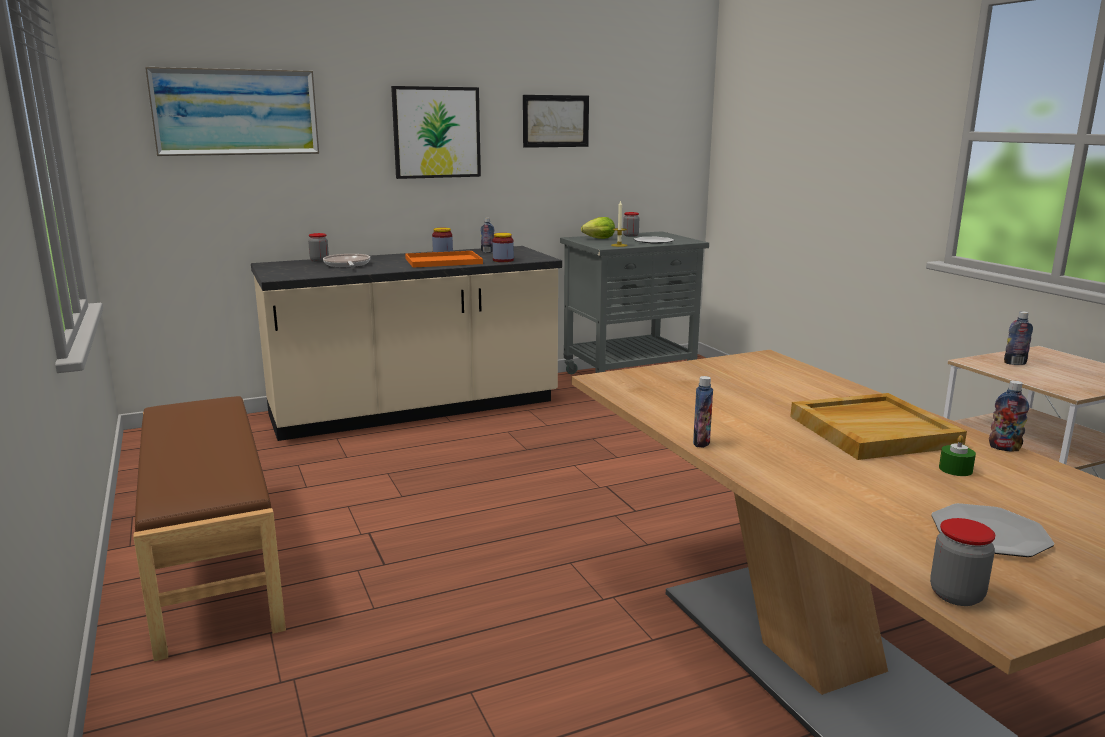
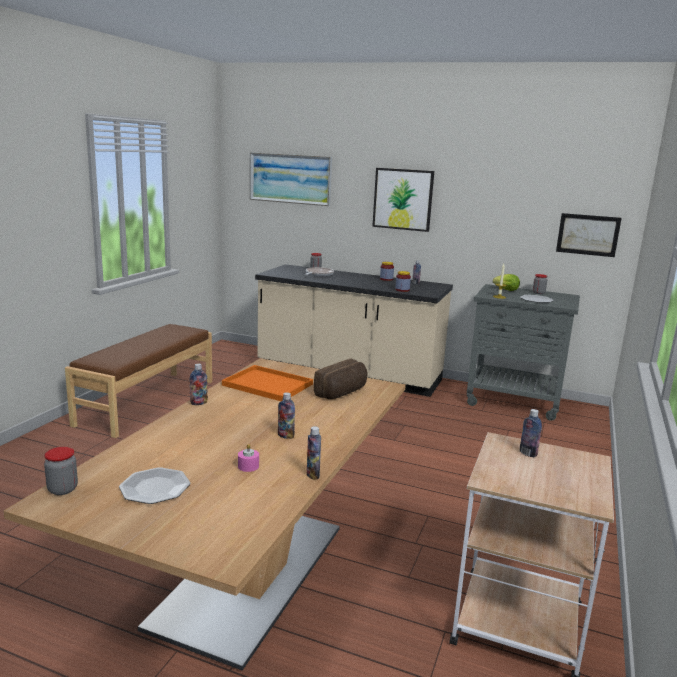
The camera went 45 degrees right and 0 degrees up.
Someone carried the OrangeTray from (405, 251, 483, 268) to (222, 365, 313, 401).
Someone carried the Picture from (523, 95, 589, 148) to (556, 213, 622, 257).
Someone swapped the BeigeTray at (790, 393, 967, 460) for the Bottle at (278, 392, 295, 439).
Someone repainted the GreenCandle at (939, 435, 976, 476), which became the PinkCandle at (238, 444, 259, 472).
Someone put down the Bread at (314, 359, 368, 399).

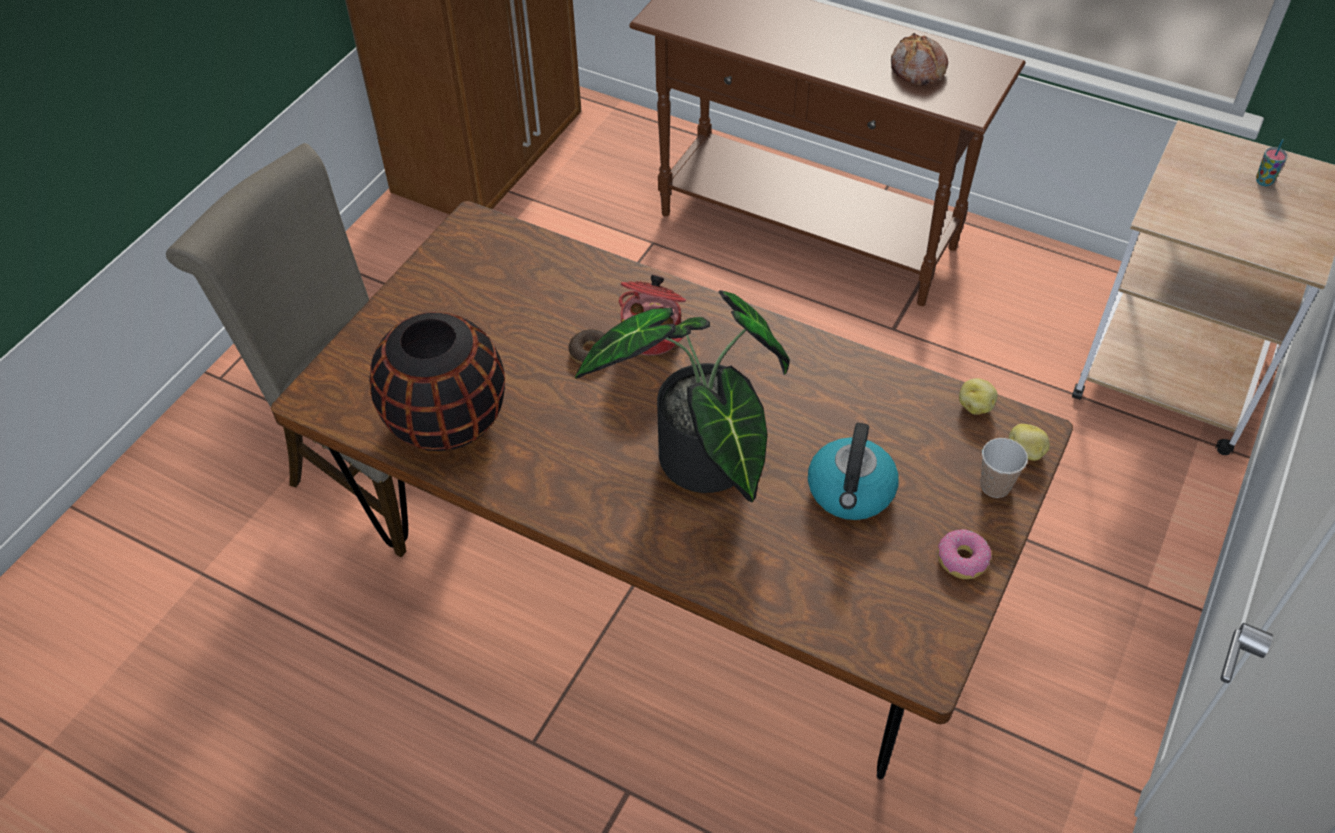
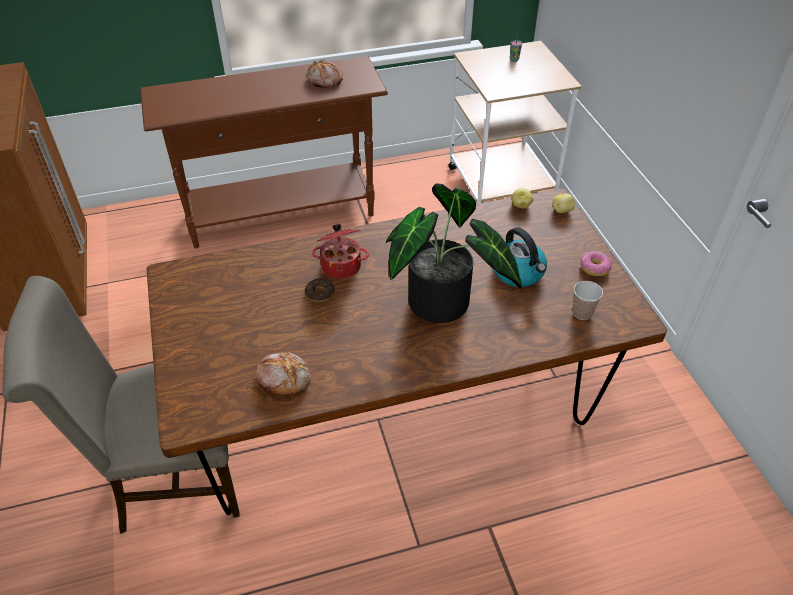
The camera went 45 degrees left and 5 degrees down.
Someone swapped the BlackVase at (370, 312, 505, 451) for the Bread at (256, 352, 310, 396).
Someone carried the Cup from (980, 438, 1028, 498) to (573, 281, 603, 320).

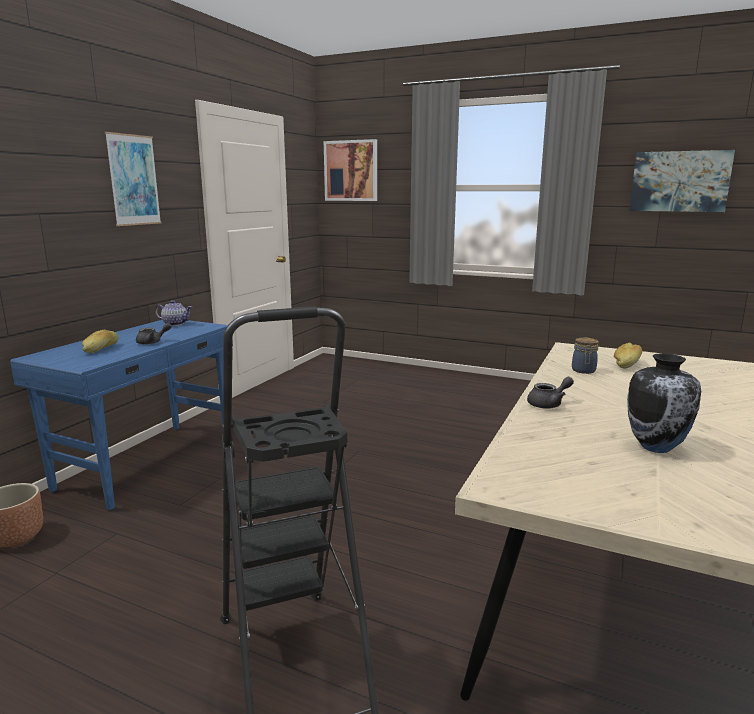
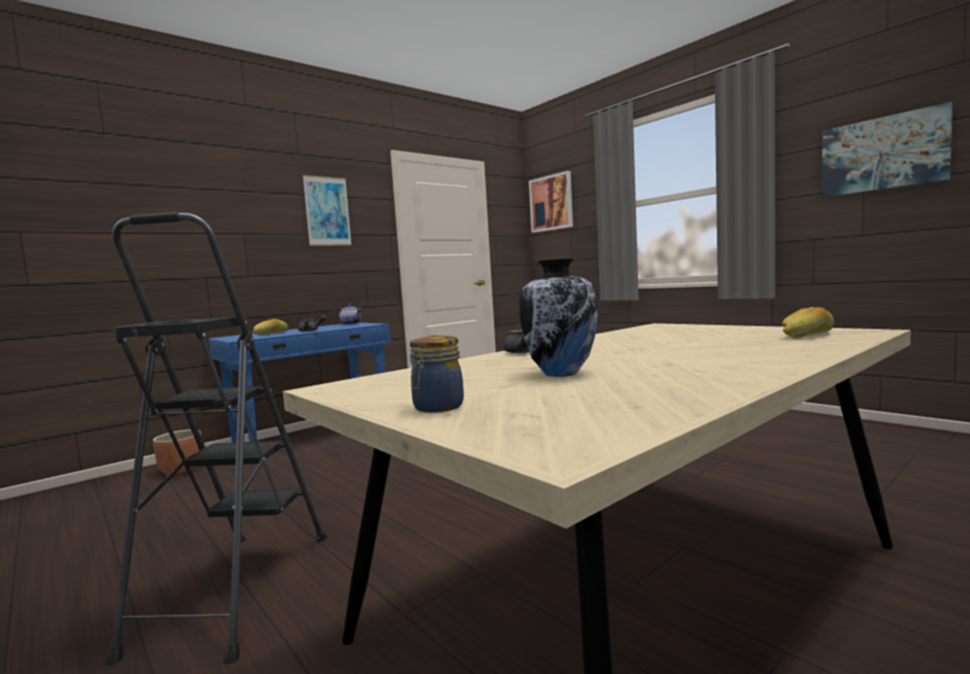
The camera went 25 degrees right and 10 degrees down.
Someone carried the Jar from (572, 337, 599, 374) to (410, 335, 464, 413).
Someone carried the Bread from (614, 342, 642, 368) to (782, 307, 834, 338).

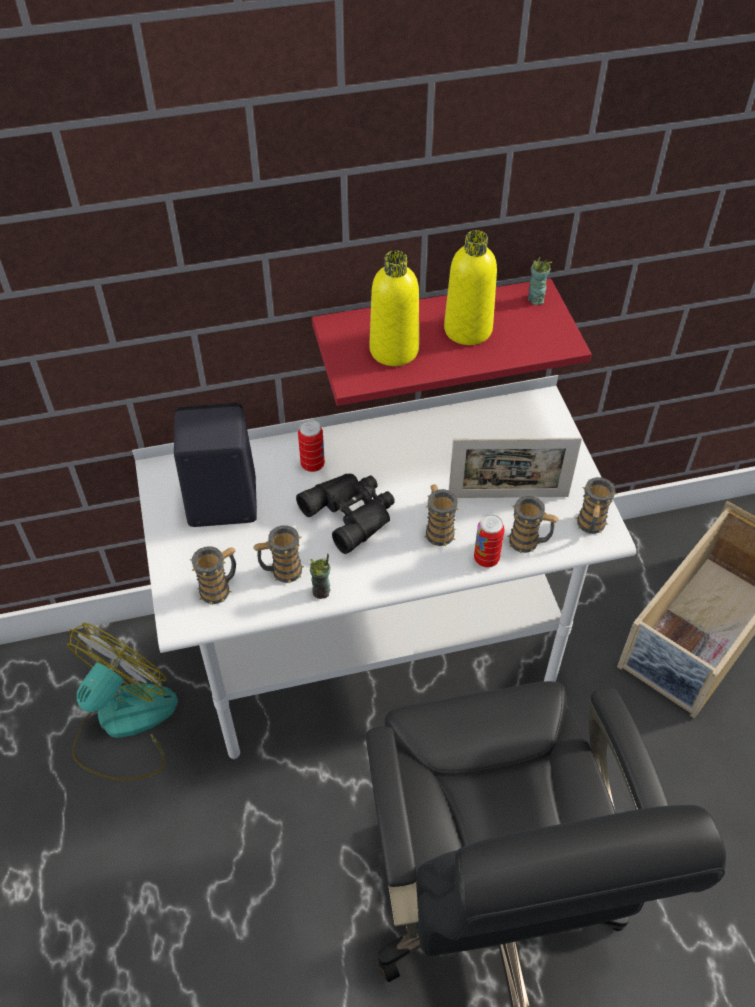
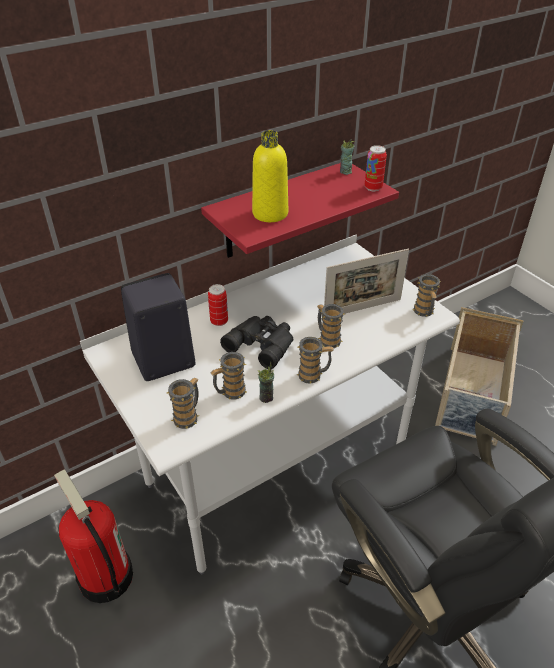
The camera went 20 degrees left and 10 degrees down.
Someone swapped the Fan at (67, 623, 178, 781) for the FireExtinguisher at (54, 469, 133, 603).
Someone took away the YellowBottle at (444, 230, 497, 345).
Someone carried the Can from (474, 514, 504, 568) to (365, 145, 387, 192).
Someone carried the Mug from (508, 496, 558, 553) to (297, 337, 334, 384).

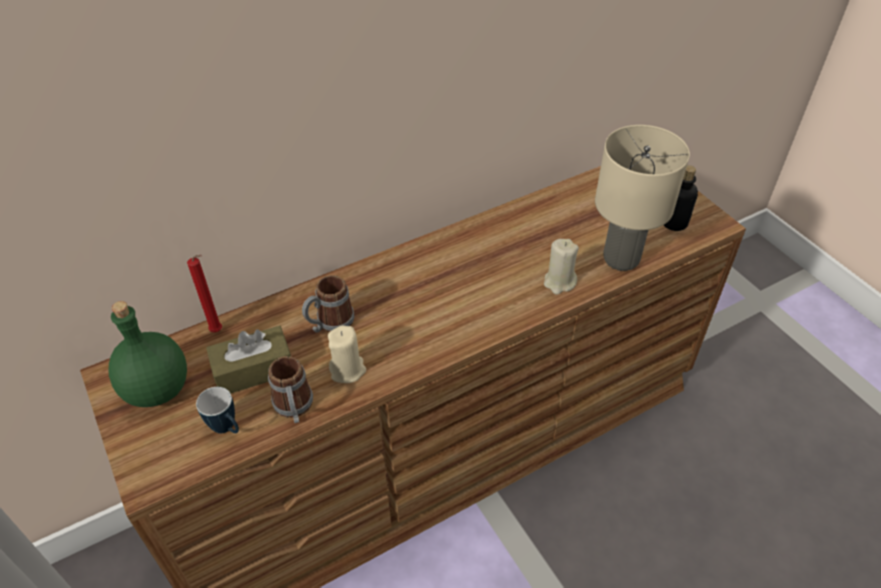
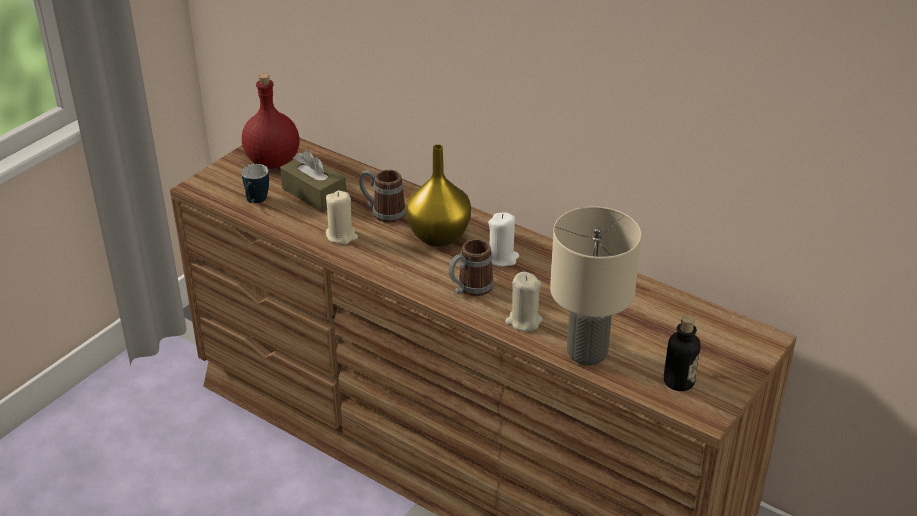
The camera went 65 degrees right and 10 degrees down.
Someone repainted the GreenBottle at (109, 301, 187, 407), which became the RedBottle at (242, 73, 299, 169).
Someone took away the RedCandle at (187, 255, 222, 332).
Someone carried the Mug from (268, 356, 313, 423) to (449, 239, 494, 296).
Someone put down the YellowVase at (406, 144, 471, 247).
Someone put down the WhiteCandle at (488, 213, 519, 267).

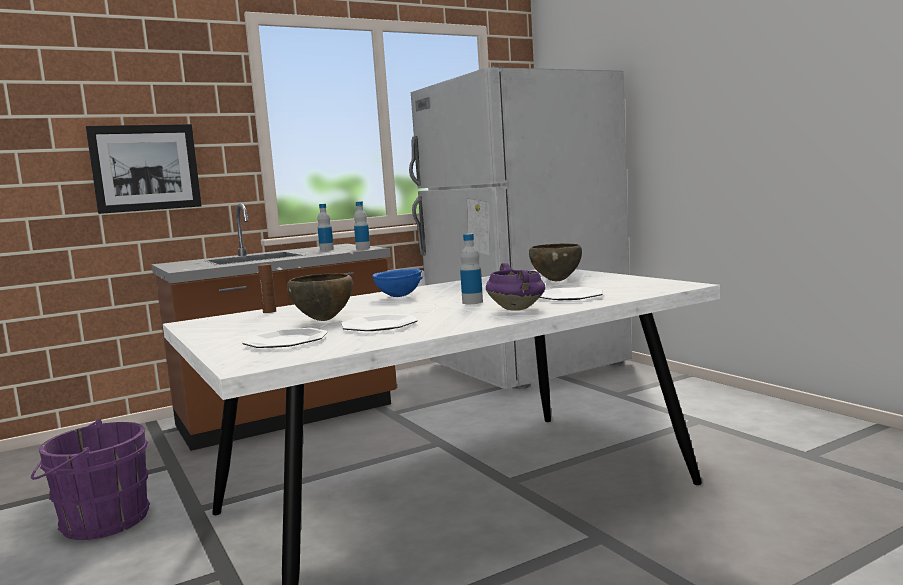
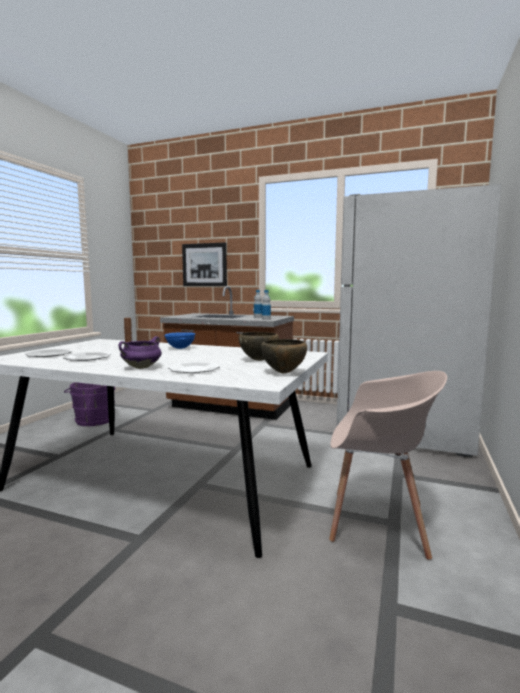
The camera went 50 degrees right and 0 degrees up.
Someone carried the BrownBowl from (287, 273, 353, 321) to (261, 339, 307, 373).
Someone took away the Bottle at (460, 234, 483, 304).
Someone put down the BeigeChair at (329, 371, 447, 560).

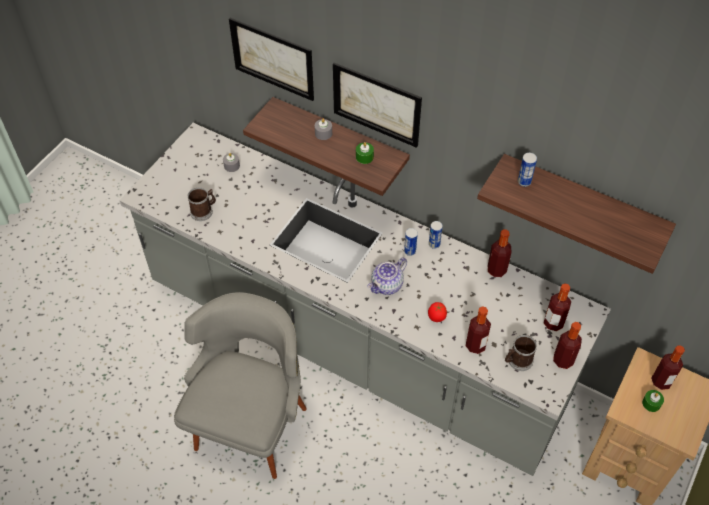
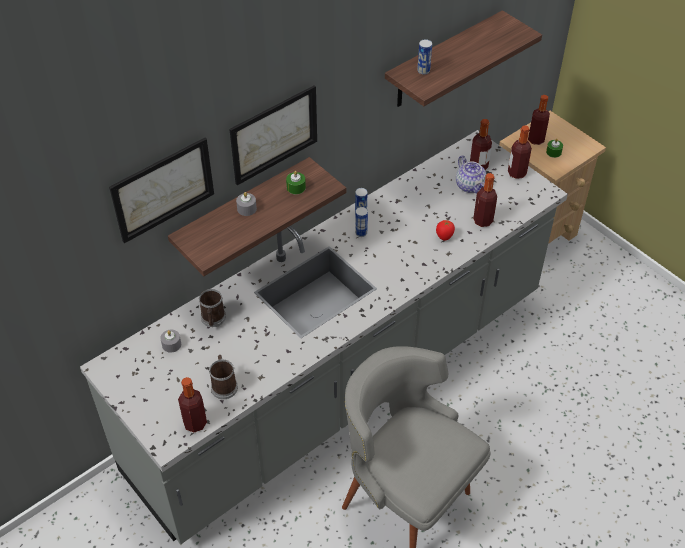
The camera went 70 degrees left and 5 degrees down.
Someone carried the Teapot from (367, 258, 407, 295) to (456, 155, 487, 194).
Someone carried the Bottle from (488, 229, 511, 277) to (178, 377, 207, 432).
Someone carried the Mug from (505, 335, 537, 371) to (199, 289, 226, 327).

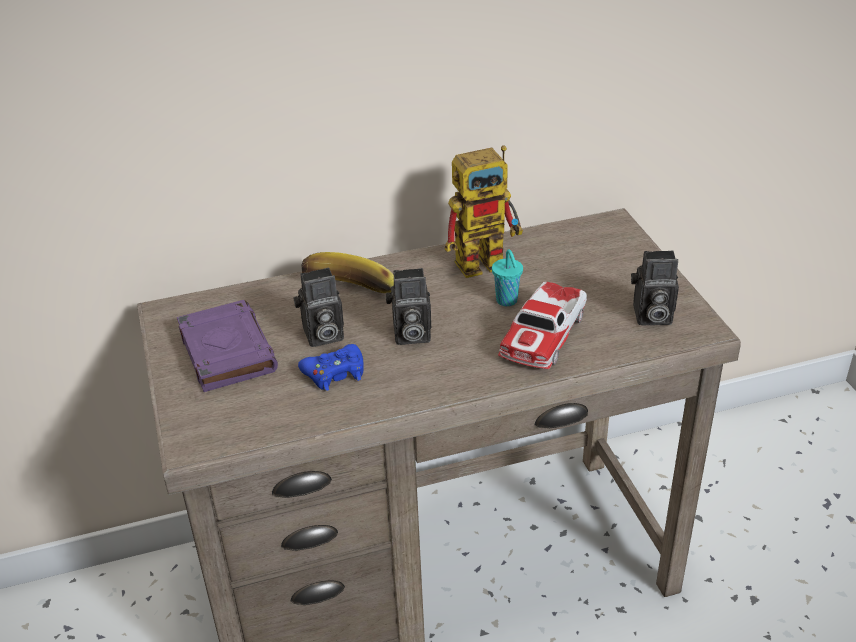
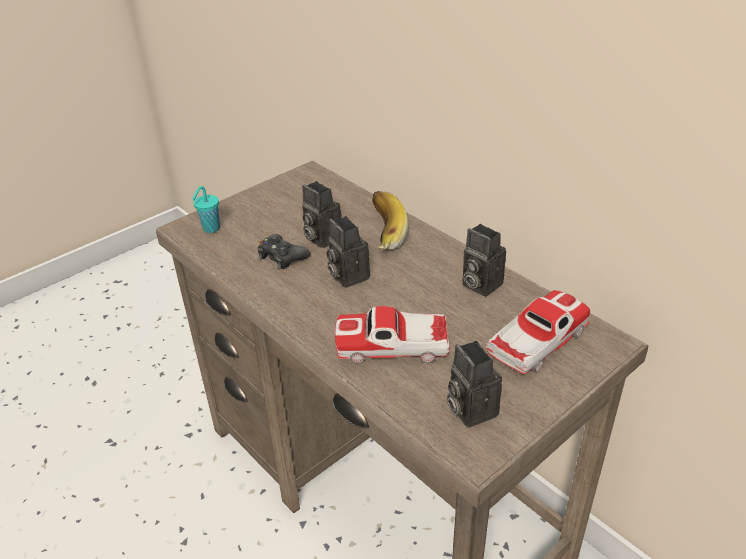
The camera went 65 degrees right and 0 degrees up.
Someone took away the PurpleBook at (177, 300, 278, 392).
Someone repainted the BlueGameController at (298, 344, 364, 391), which became the BlackGameController at (257, 234, 311, 270).
Someone swapped the ToyRobot at (445, 145, 523, 278) for the PhotoCamera at (463, 224, 506, 297).
Someone carried the TurquoiseCup from (492, 249, 523, 306) to (192, 186, 220, 233).
Someone put down the ToyCar at (486, 290, 590, 374).

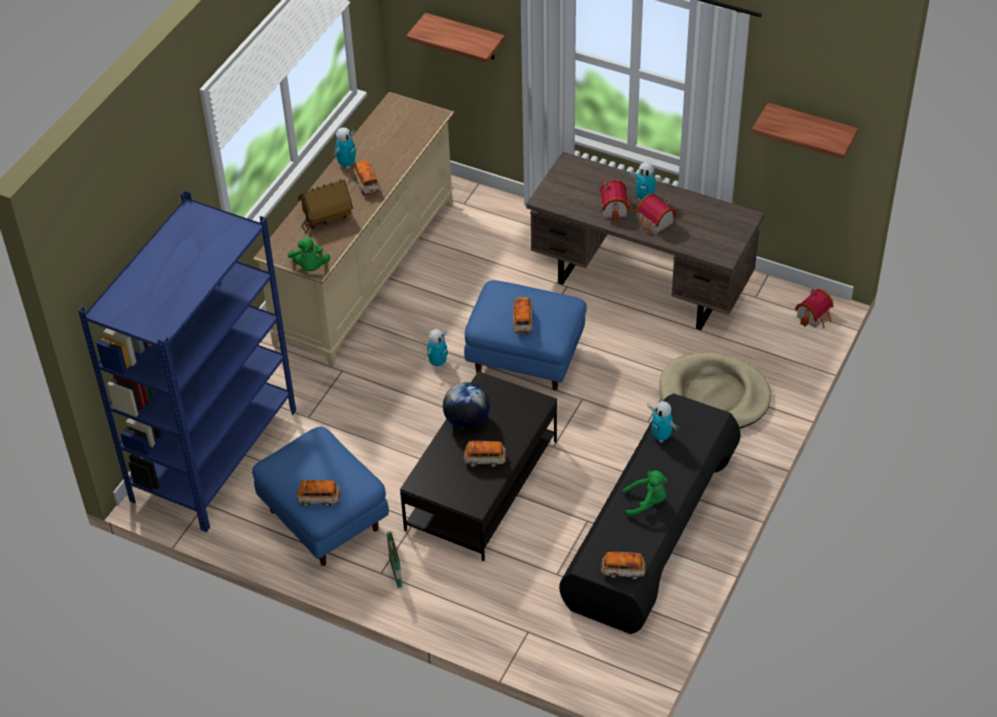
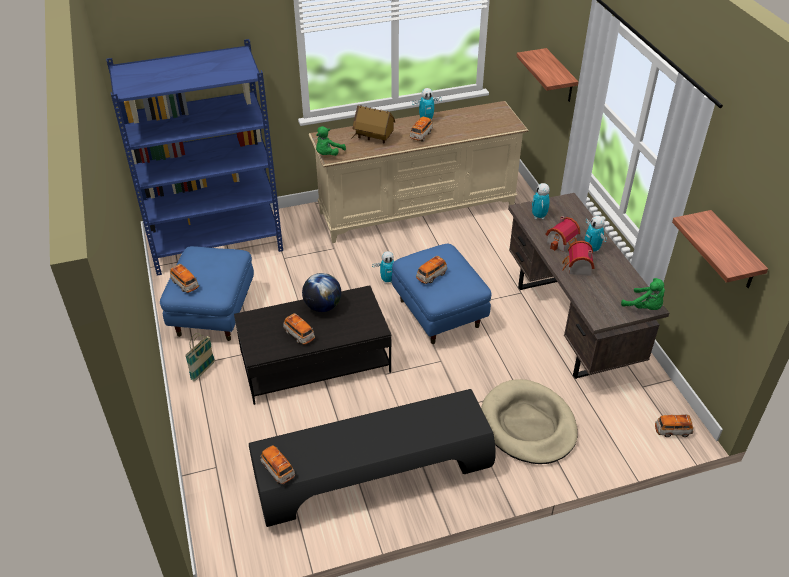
The camera went 45 degrees right and 5 degrees down.
Someone carried the GreenPlushToy from (622, 471, 667, 517) to (621, 278, 665, 310).
Someone carried the ToyRobot from (647, 401, 679, 443) to (532, 183, 550, 219).
Someone swapped the ToyHouse at (795, 289, 834, 329) for the ToyCar at (655, 415, 693, 437).

